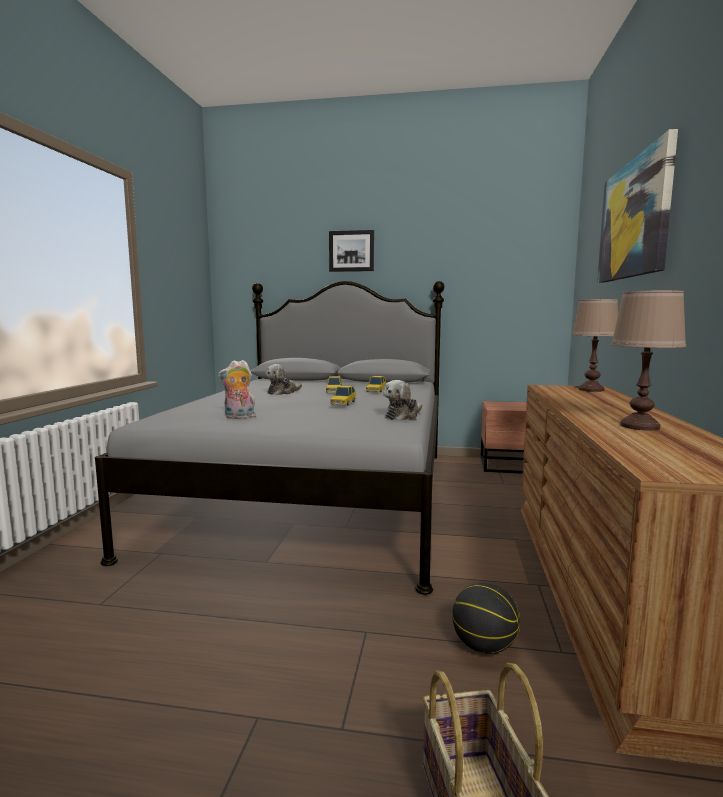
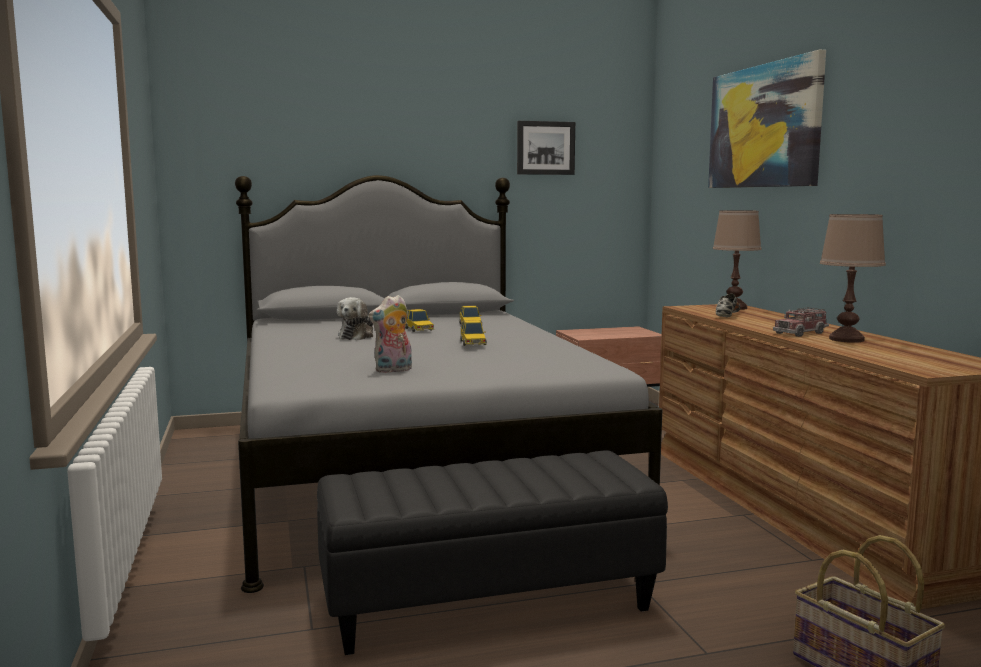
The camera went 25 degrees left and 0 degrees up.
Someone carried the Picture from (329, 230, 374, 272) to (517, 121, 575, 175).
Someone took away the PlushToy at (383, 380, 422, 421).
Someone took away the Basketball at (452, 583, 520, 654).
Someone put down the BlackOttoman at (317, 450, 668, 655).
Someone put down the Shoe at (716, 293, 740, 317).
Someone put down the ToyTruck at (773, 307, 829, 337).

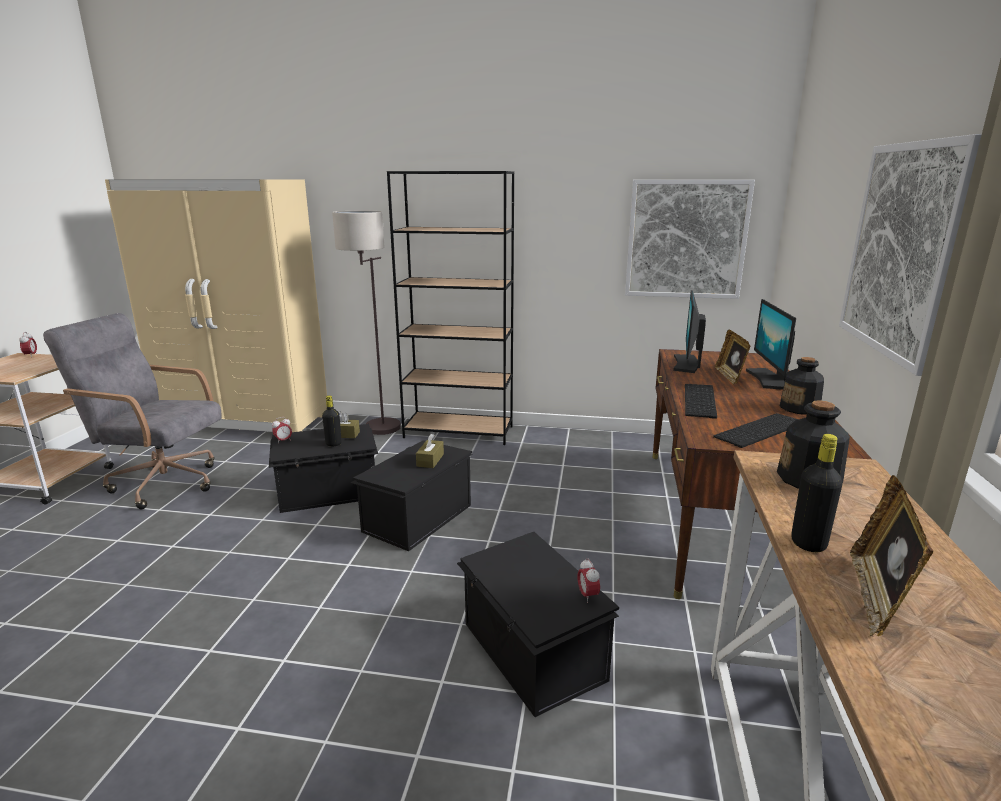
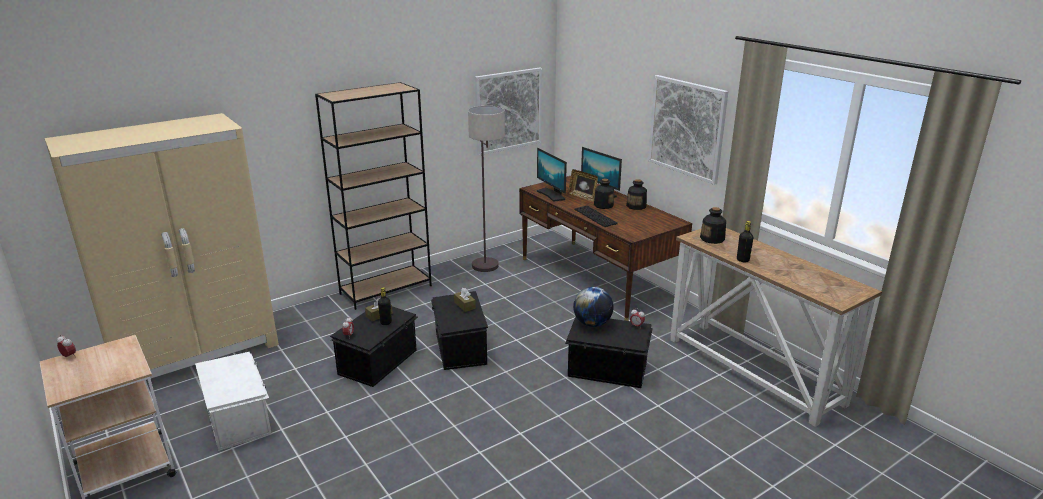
The camera went 45 degrees left and 5 degrees up.
Someone swapped the GreyOfficeChair at (43, 313, 222, 509) for the WhiteStorageBox at (195, 352, 272, 451).
Someone carried the GreyFloorLamp from (332, 211, 401, 435) to (468, 106, 505, 272).
Someone took away the Keyboard at (713, 413, 798, 448).
Someone took away the PictureFrame at (850, 475, 933, 637).
Someone put down the Globe at (573, 287, 613, 327).
Someone put down the Bottle at (594, 179, 614, 209).

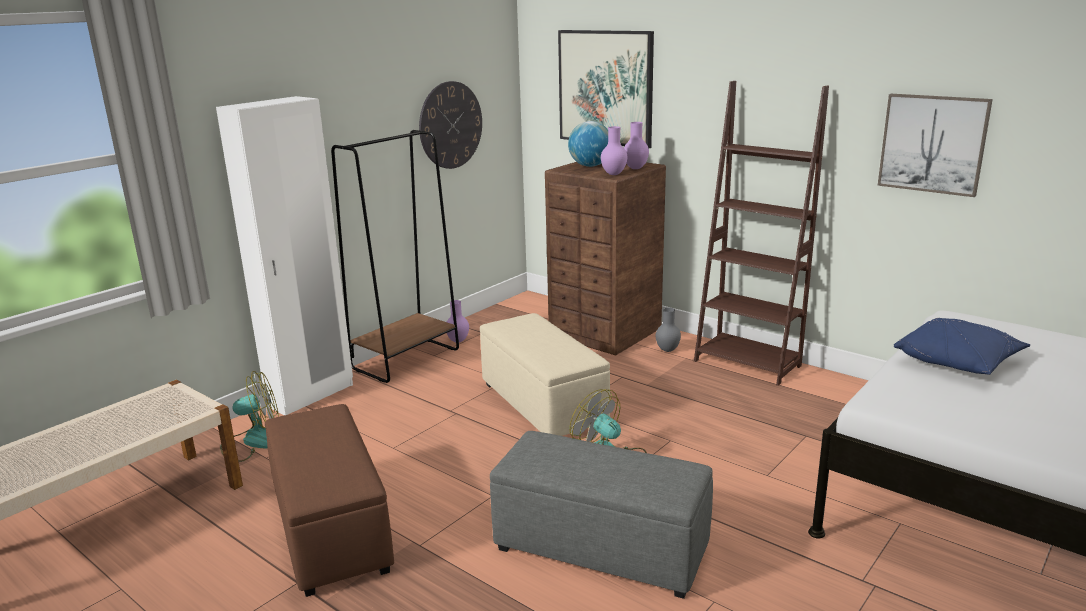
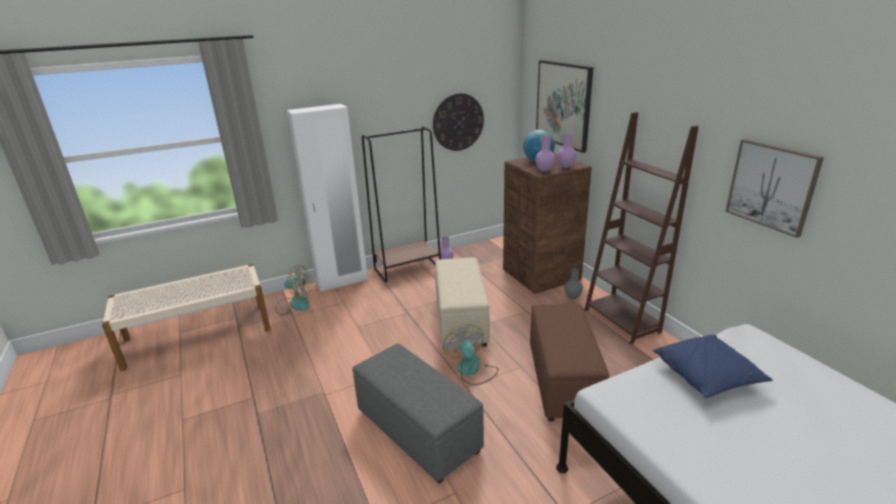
The camera went 25 degrees right and 5 degrees up.
Someone carried the BrownOttoman from (265, 404, 394, 597) to (530, 304, 609, 421).

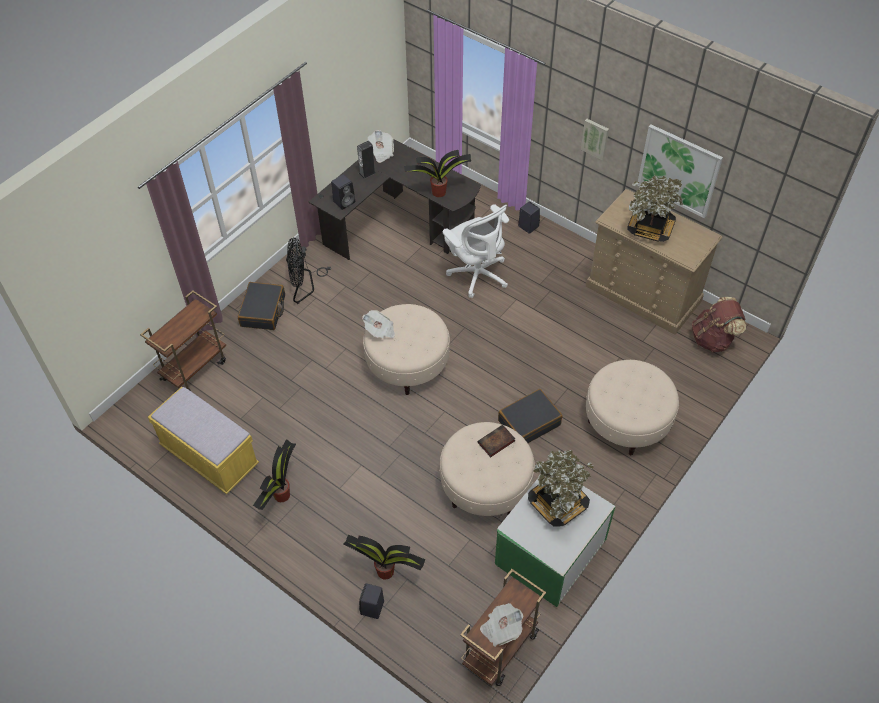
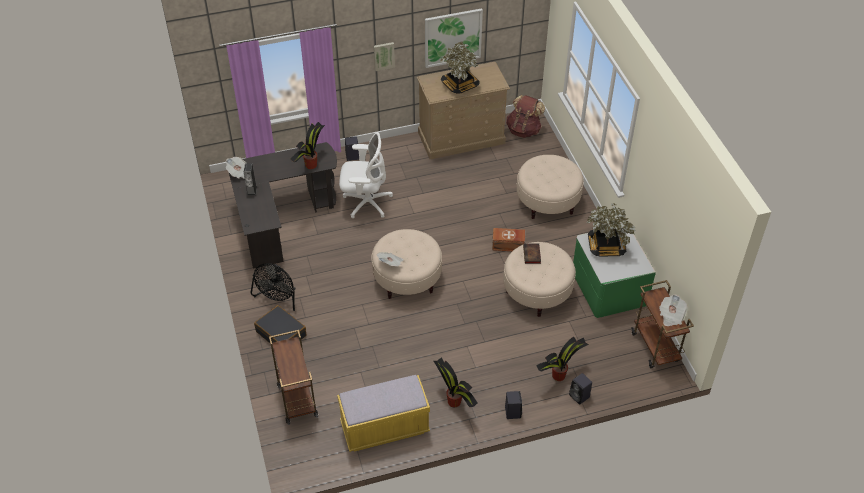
The camera went 55 degrees left and 5 degrees down.
Someone carried the BlackSpeaker from (331, 174, 355, 210) to (505, 391, 522, 419).
Someone swapped the BlackSuitcase at (498, 389, 562, 443) for the BrownStorageBox at (492, 228, 525, 251).

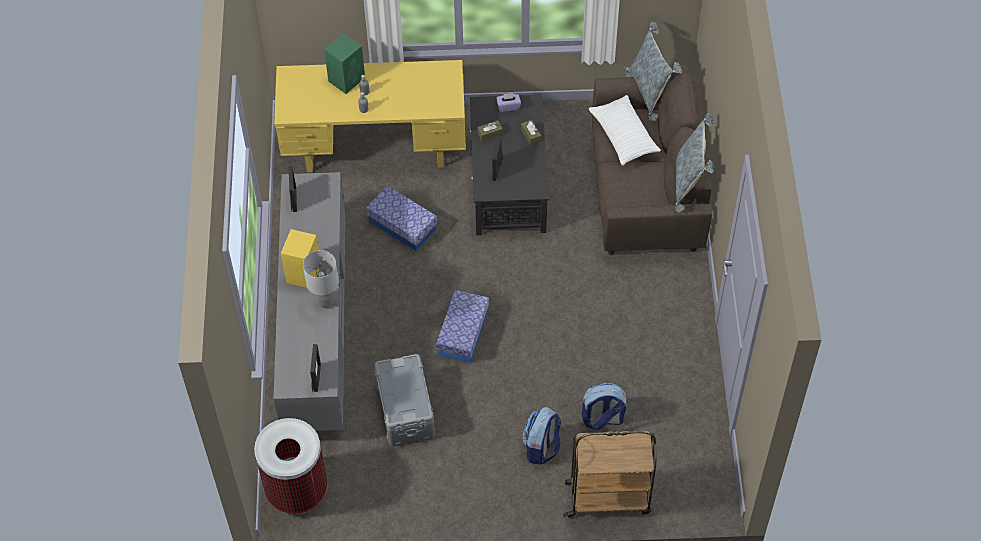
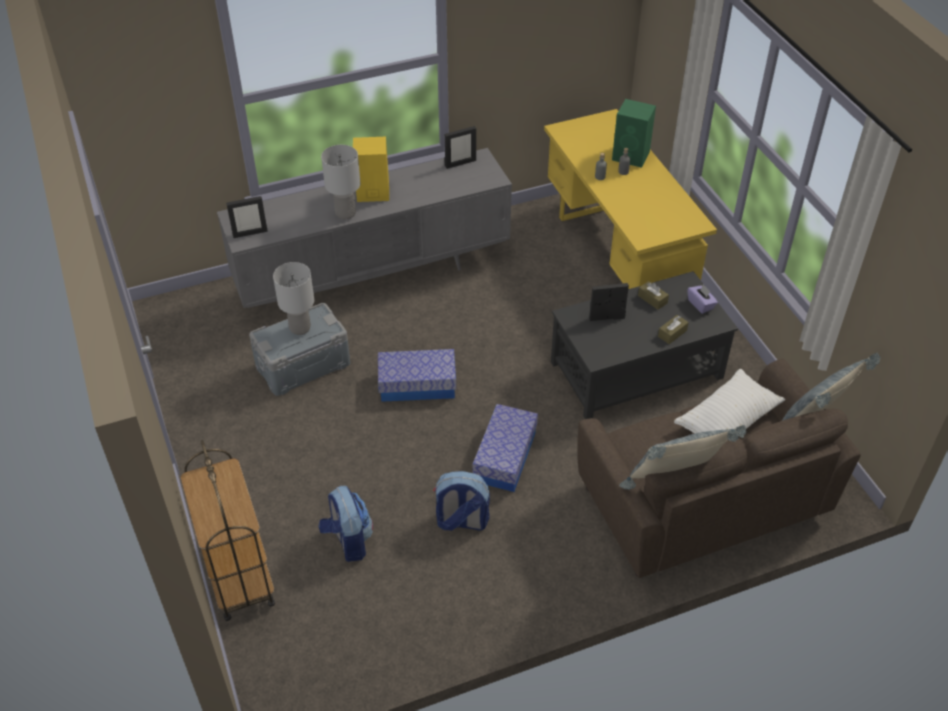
The camera went 70 degrees right and 10 degrees down.
Someone took away the TrashCan at (254, 418, 327, 514).
Someone carried the StorageBox from (366, 186, 437, 251) to (472, 404, 538, 492).
Someone carried the Backpack from (522, 407, 561, 464) to (433, 471, 490, 531).
Someone put down the GreyTableLamp at (273, 262, 314, 335).

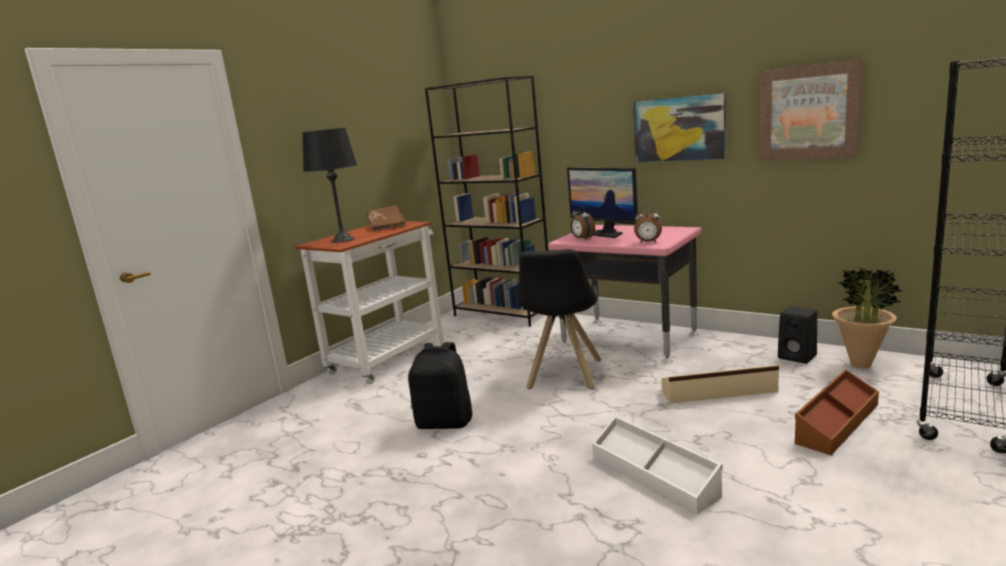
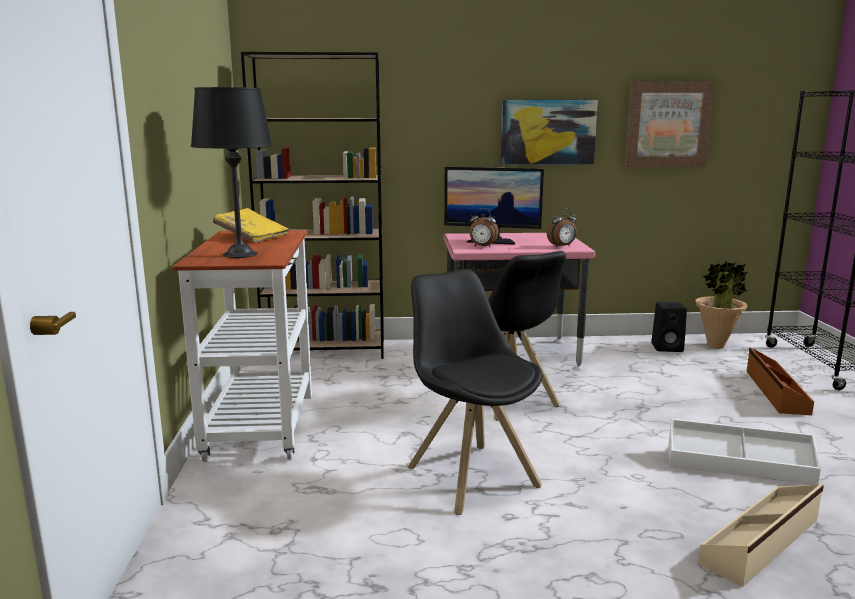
The camera went 40 degrees left and 0 degrees up.
Someone repainted the BrownBook at (366, 205, 406, 231), which became the YellowBook at (213, 208, 289, 243).
Someone swapped the BlackBackpack at (408, 342, 473, 429) for the BlackChair at (407, 269, 543, 515).
Someone carried the BeigeStorageBox from (661, 365, 779, 404) to (698, 485, 824, 587).

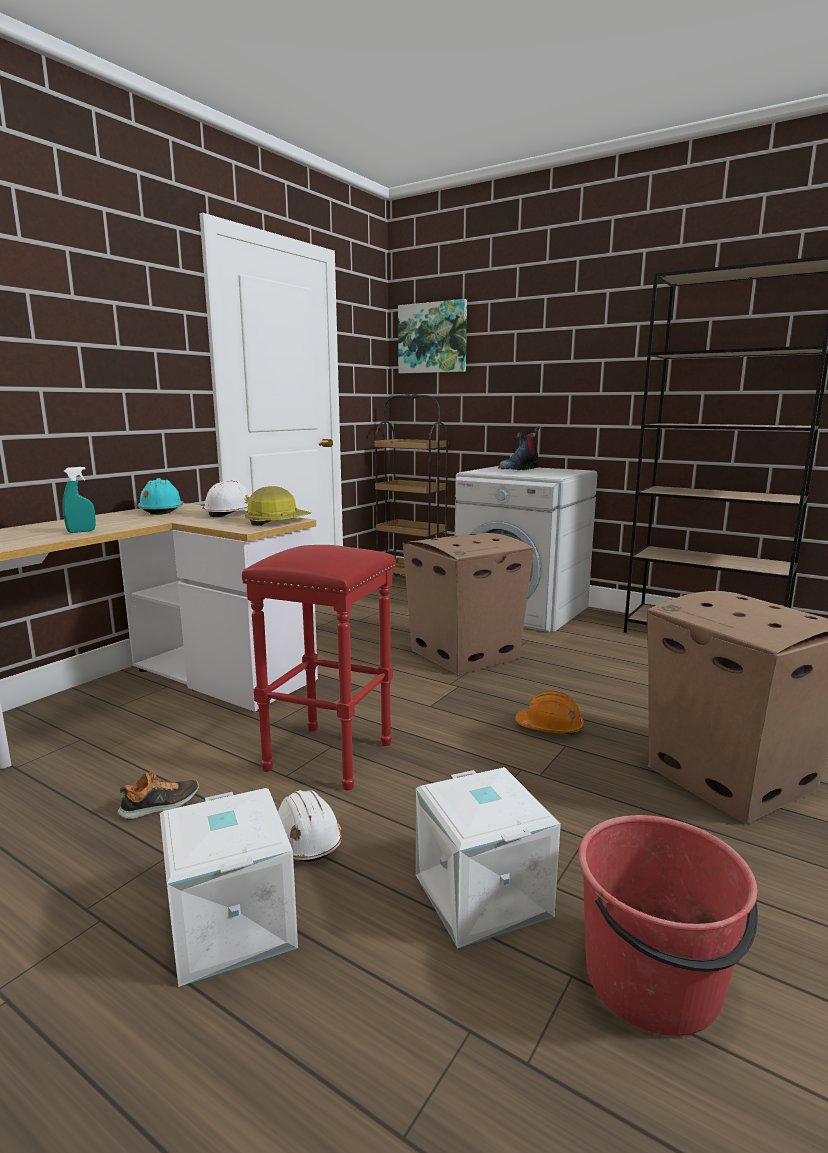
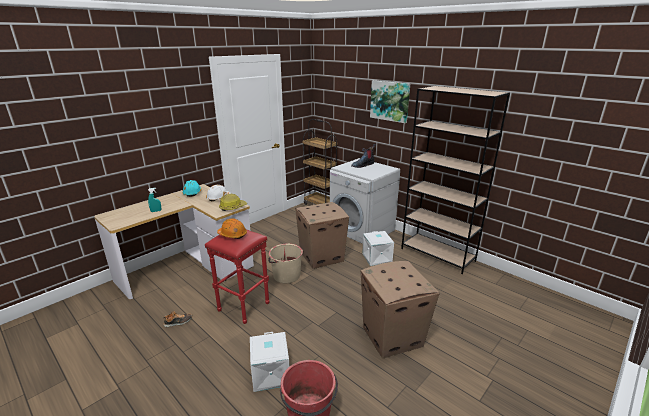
The camera went 10 degrees right and 10 degrees up.
Someone carried the WhiteStorageBox from (160, 788, 298, 987) to (362, 231, 394, 266).
Someone took away the WhiteHardHat at (278, 790, 342, 862).
Someone carried the Picture from (398, 299, 467, 374) to (370, 80, 410, 123).
Someone carried the OrangeHardHat from (515, 691, 584, 735) to (217, 218, 247, 239).
Someone put down the BeigeBucket at (268, 244, 303, 283).

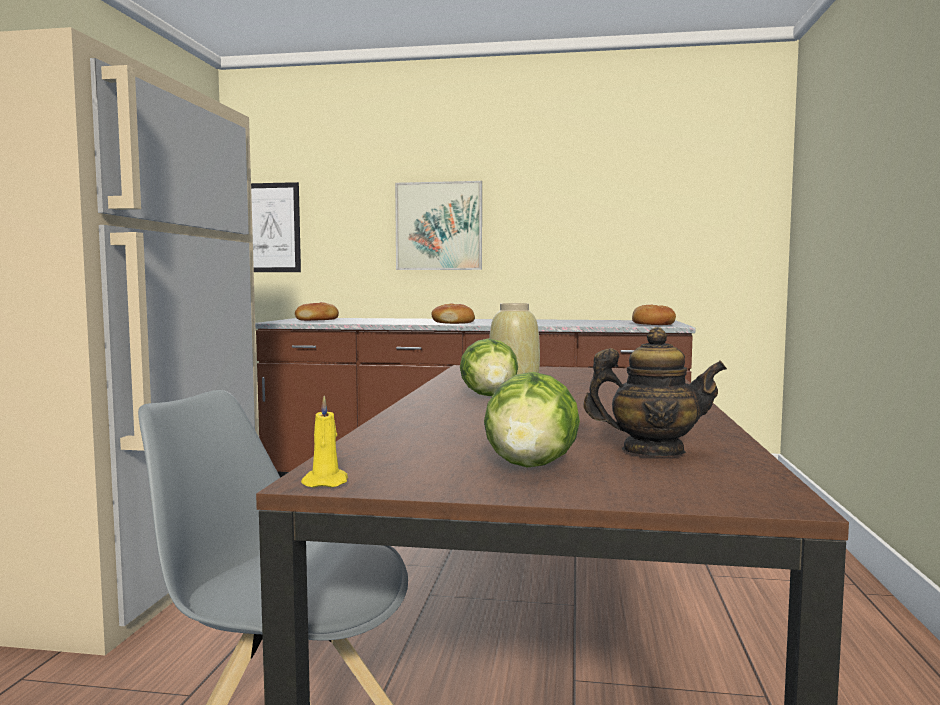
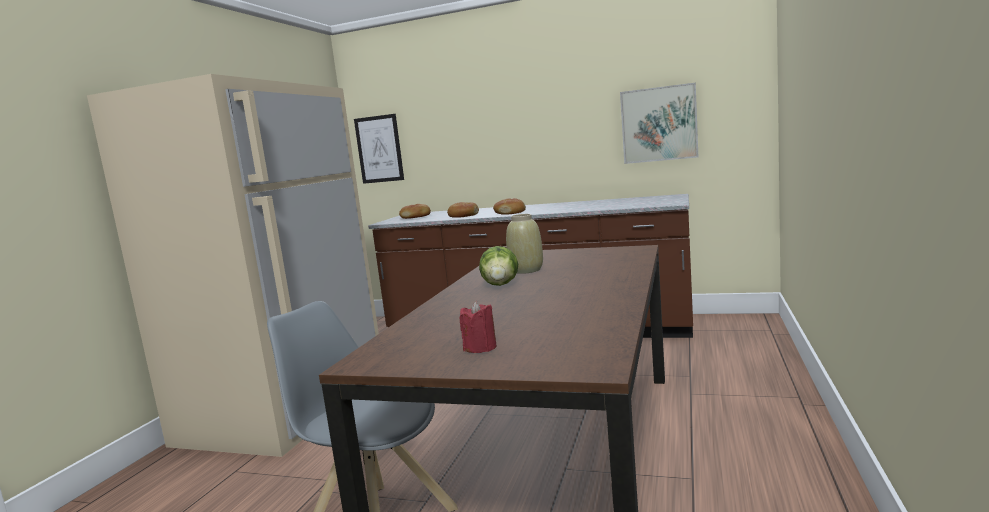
The camera went 10 degrees right and 5 degrees up.
Someone took away the YellowCandle at (301, 396, 348, 488).
Someone carried the Picture from (395, 181, 482, 270) to (620, 83, 698, 164).
Someone swapped the Lettuce at (484, 372, 580, 468) for the RedCandle at (460, 301, 496, 353).
Someone took away the Teapot at (583, 327, 727, 456).
Someone carried the Bread from (632, 305, 676, 325) to (447, 202, 479, 218).

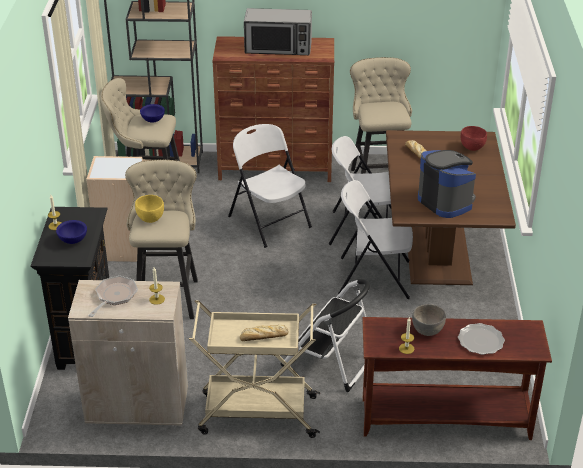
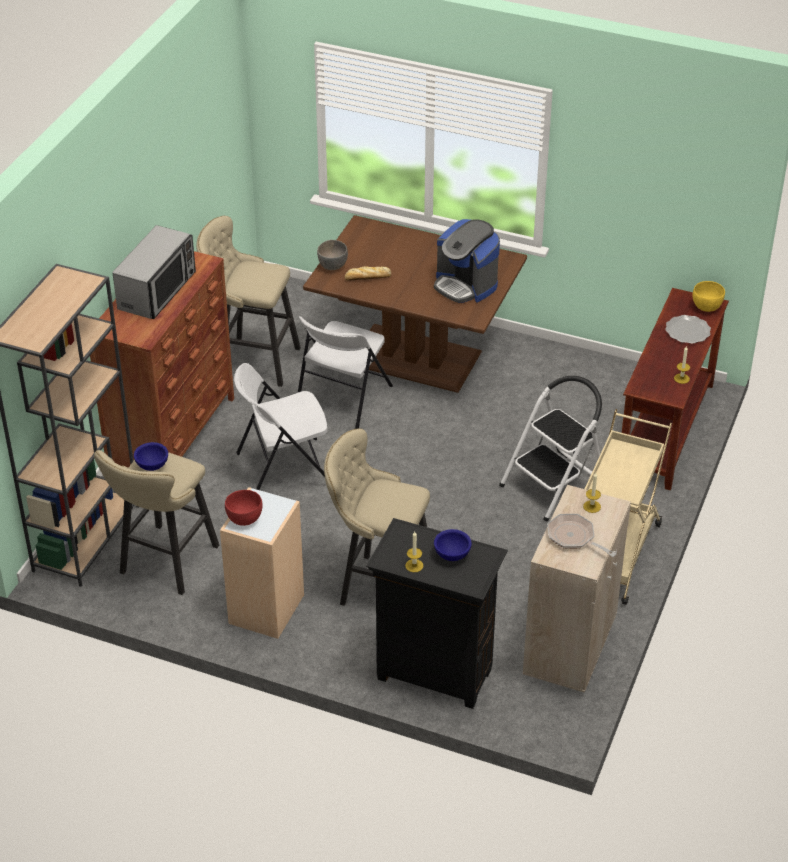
The camera went 70 degrees left and 5 degrees up.
Someone carried the YellowBowl from (135, 195, 164, 223) to (692, 281, 725, 312).
Someone took away the Bread at (240, 325, 288, 341).
Someone took away the WhiteChair at (338, 180, 413, 299).
Someone carried the GreyBowl from (412, 304, 446, 336) to (317, 240, 348, 270).
Someone rotated the CoffeeMachine at (418, 150, 476, 218) by 120 degrees counterclockwise.
Someone carried the RedBowl from (461, 126, 487, 151) to (225, 490, 262, 526).

